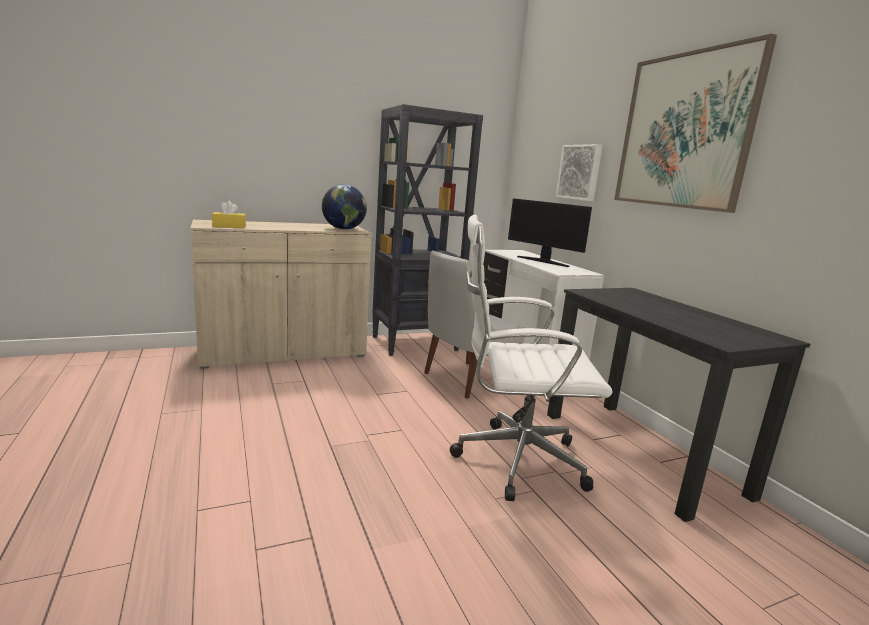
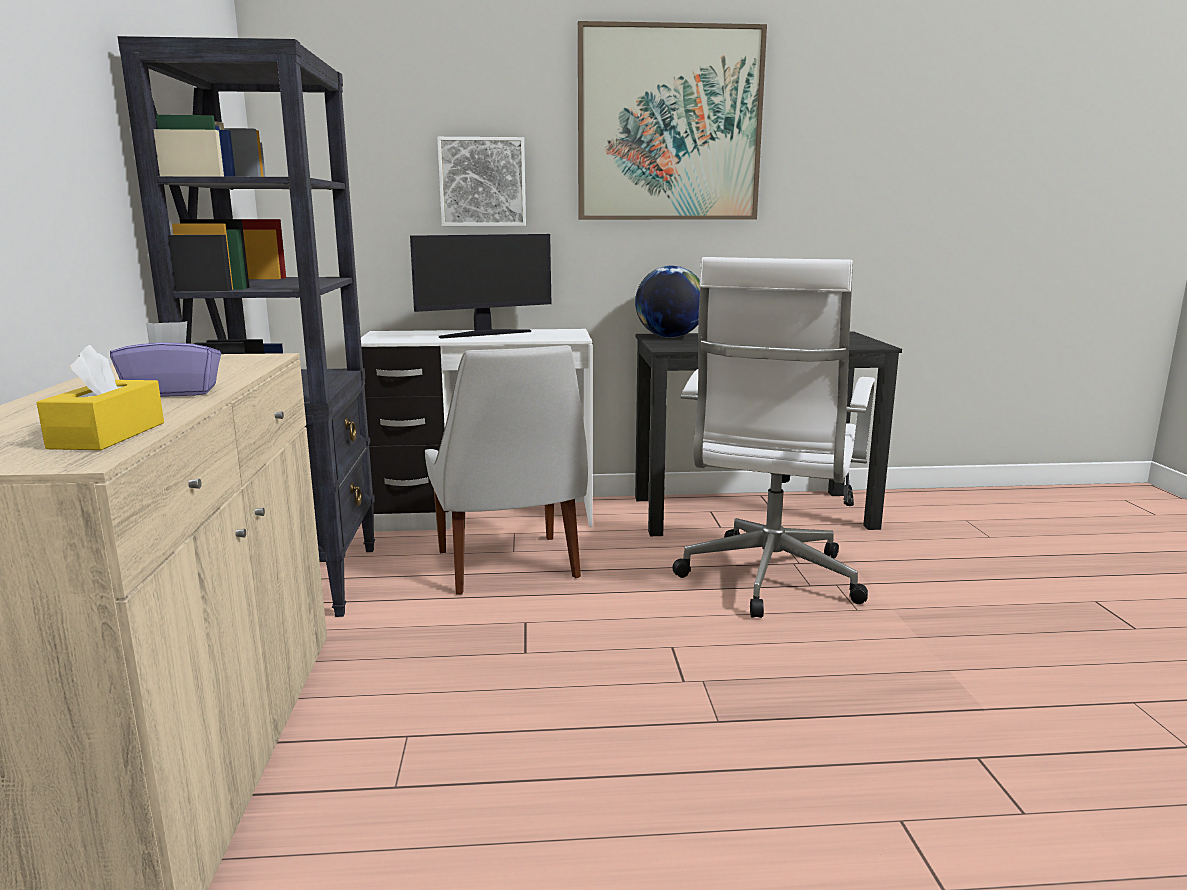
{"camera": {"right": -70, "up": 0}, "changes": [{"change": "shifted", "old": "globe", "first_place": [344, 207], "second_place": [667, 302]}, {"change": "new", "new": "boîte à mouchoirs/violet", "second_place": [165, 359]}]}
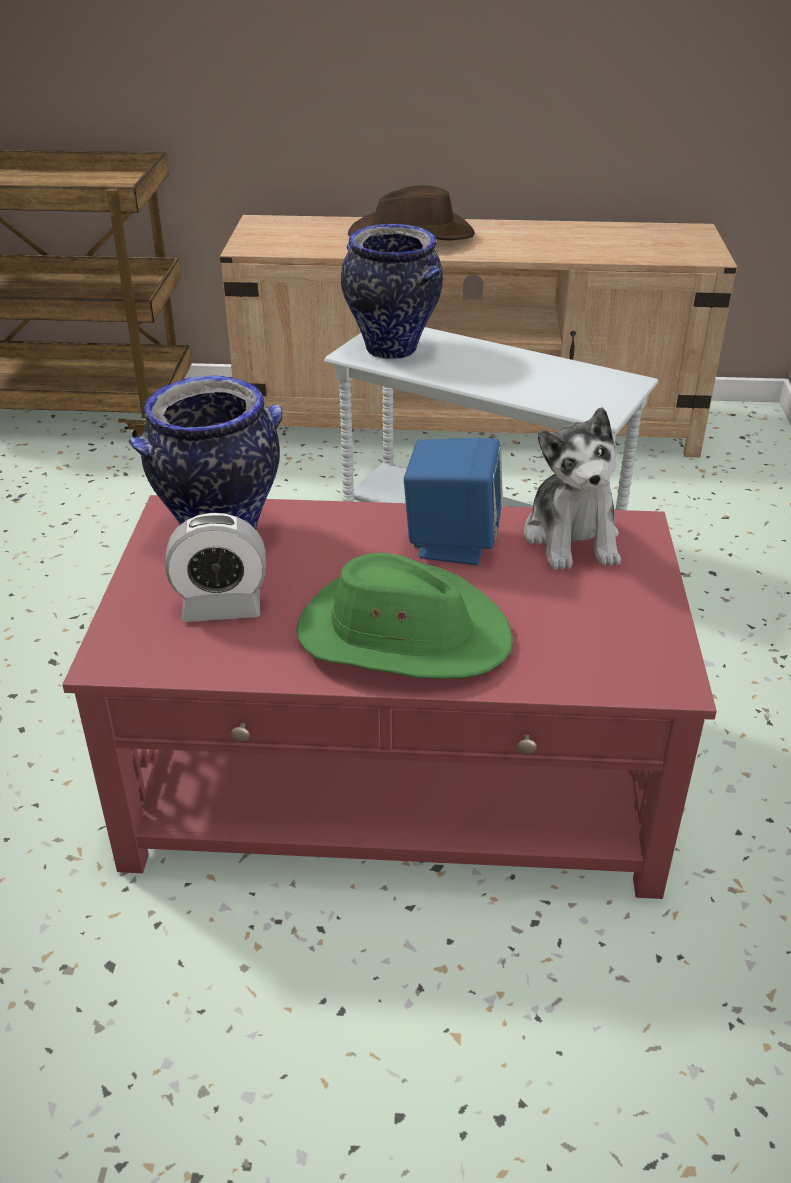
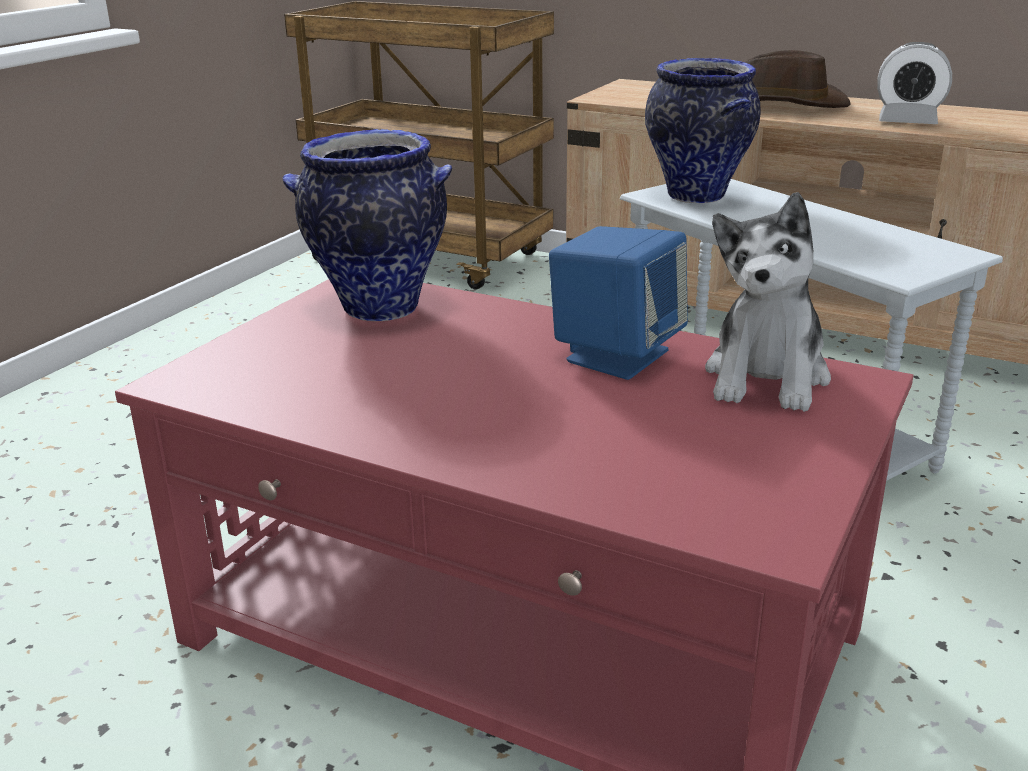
{"camera": {"right": 25, "up": -10}, "changes": [{"change": "shifted", "old": "réveil", "first_place": [215, 567], "second_place": [914, 83]}, {"change": "gone", "old": "chapeau/vert", "first_place": [404, 616]}]}
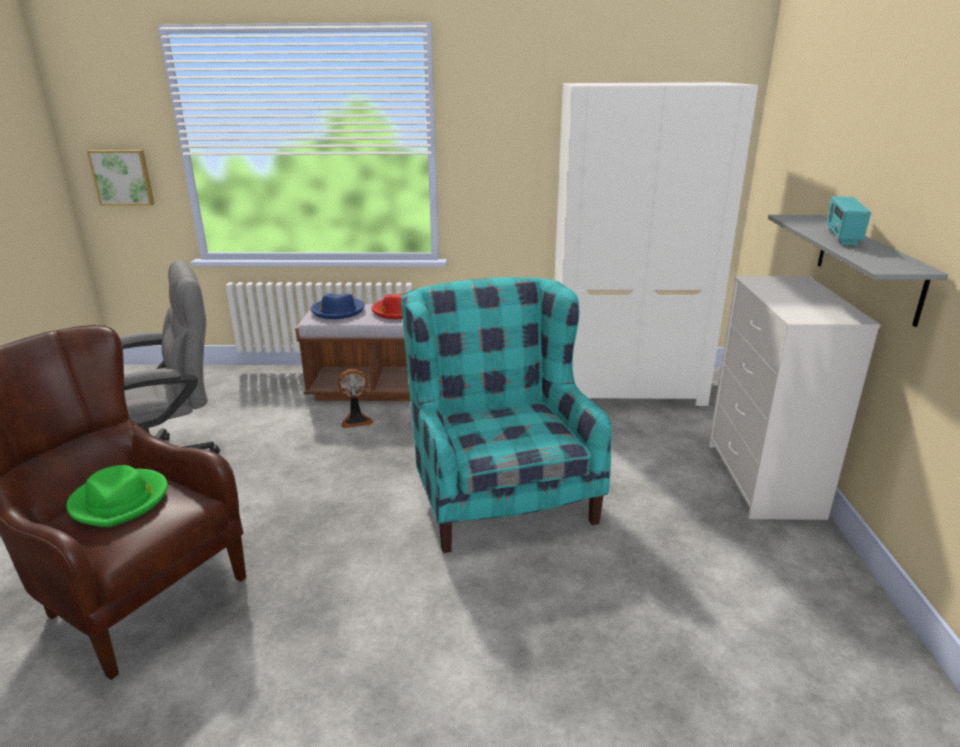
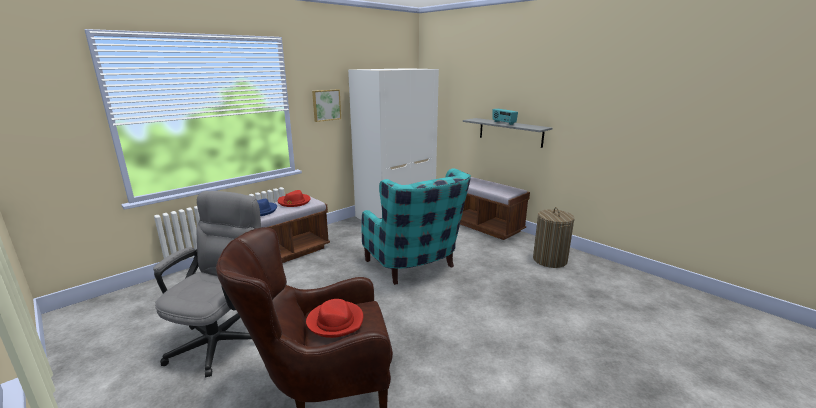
{"camera": {"right": -45, "up": -5}, "changes": [{"change": "shifted", "old": "tableau", "first_place": [121, 178], "second_place": [326, 105]}, {"change": "swapped", "old": "commode/blanc", "new": "banc/marron", "first_place": [794, 398], "second_place": [495, 208]}, {"change": "rotated", "old": "fauteuil/turquoise", "first_place": [506, 415], "second_place": [416, 226], "degrees": -150}, {"change": "gone", "old": "ventilateur", "first_place": [355, 398]}, {"change": "repainted", "old": "chapeau/vert", "new": "chapeau/rouge", "first_place": [117, 496], "second_place": [334, 318]}, {"change": "new", "new": "panier à linge", "second_place": [554, 237]}]}
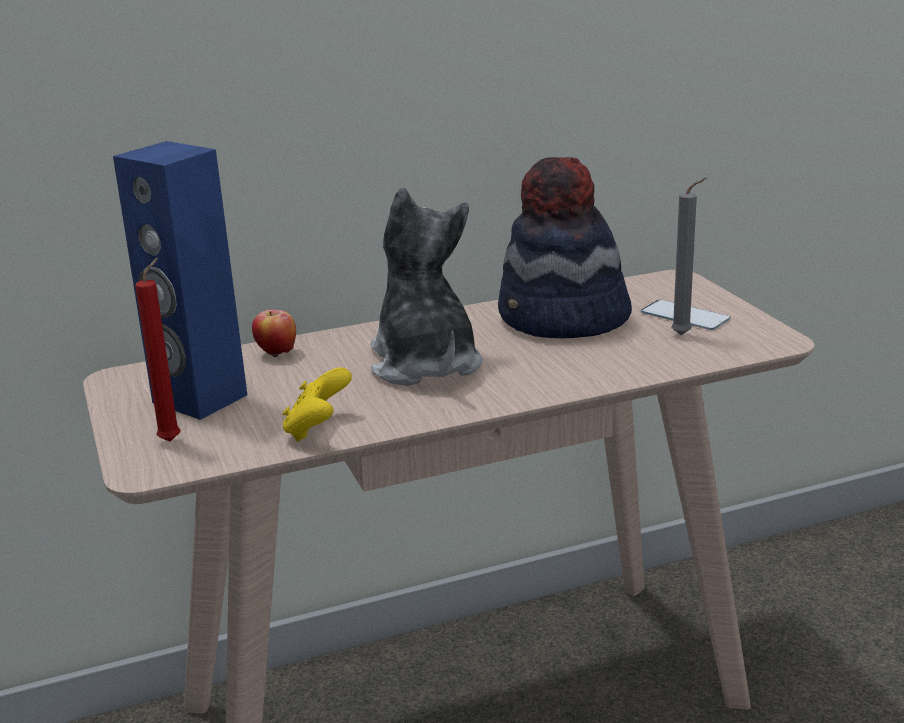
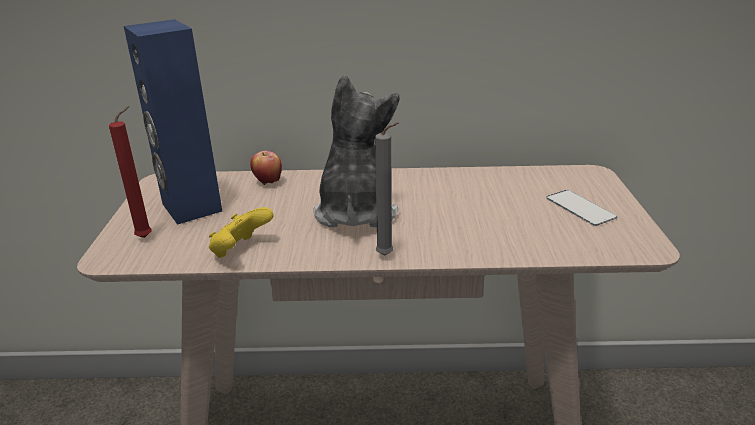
{"camera": {"right": 20, "up": 5}, "changes": [{"change": "gone", "old": "chapeau", "first_place": [565, 247]}, {"change": "shifted", "old": "bougie/gris", "first_place": [689, 256], "second_place": [387, 189]}]}
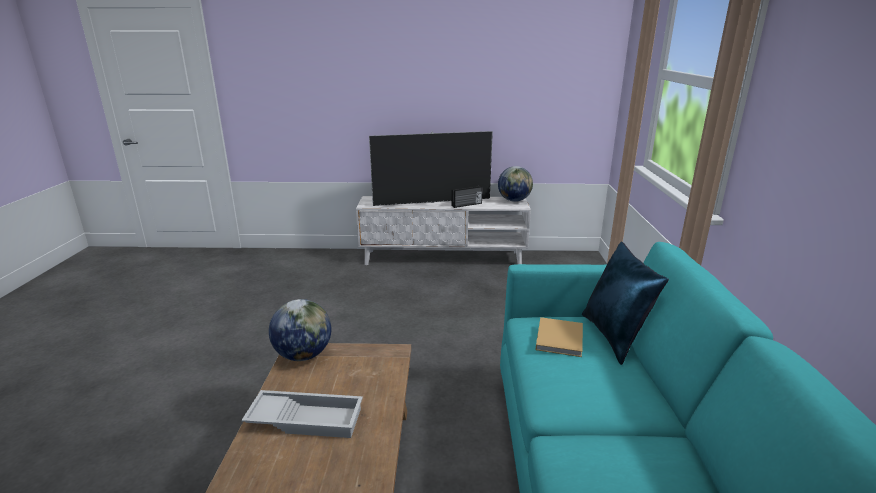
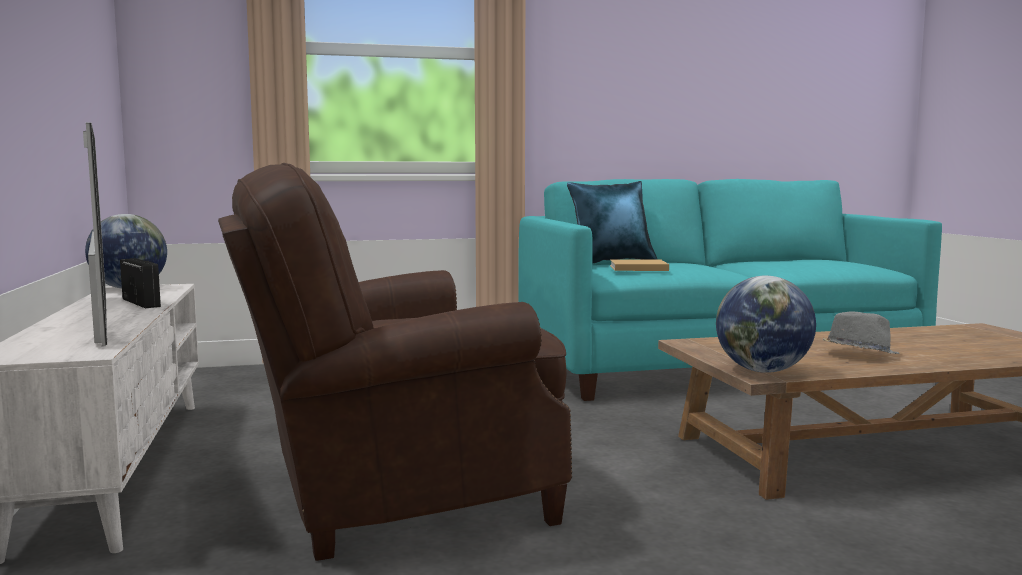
{"camera": {"right": -105, "up": -15}, "changes": [{"change": "swapped", "old": "plateau/blanc", "new": "chapeau/gris", "first_place": [302, 414], "second_place": [861, 332]}, {"change": "new", "new": "fauteuil/marron", "second_place": [395, 362]}]}
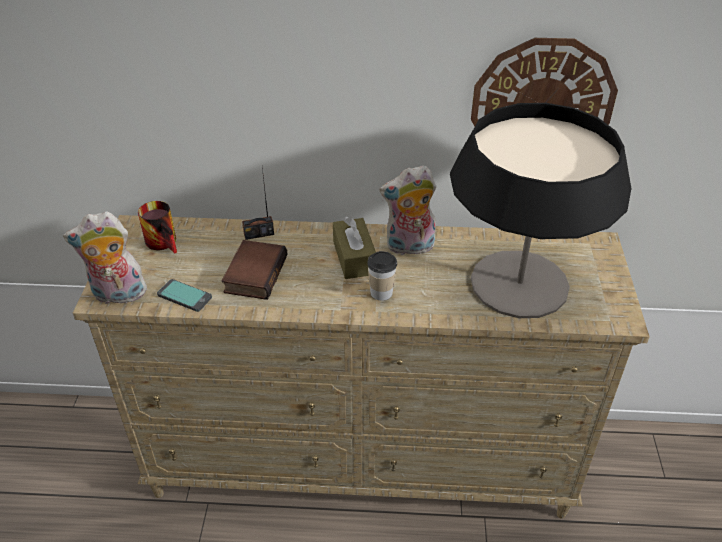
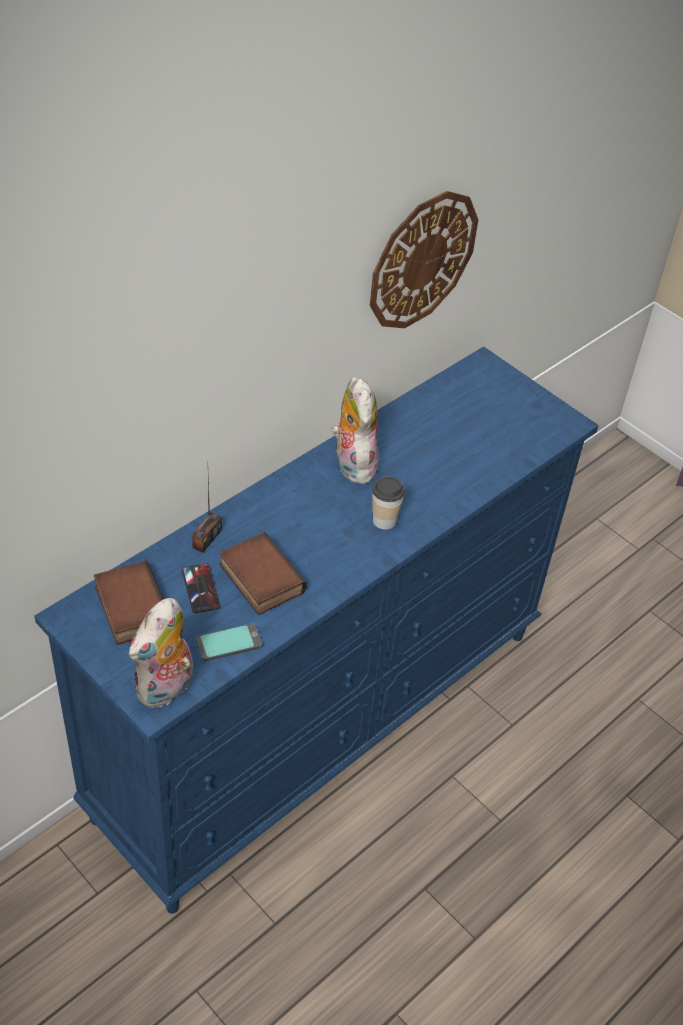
{"camera": {"right": -50, "up": 5}, "changes": [{"change": "gone", "old": "lampe de table", "first_place": [540, 210]}, {"change": "rotated", "old": "peluche", "first_place": [408, 210], "second_place": [355, 430], "degrees": 135}, {"change": "swapped", "old": "mug", "new": "livre", "first_place": [157, 227], "second_place": [129, 603]}, {"change": "repainted", "old": "commode/beige", "new": "commode/bleu", "first_place": [361, 367], "second_place": [316, 630]}, {"change": "gone", "old": "boîte à mouchoirs/marron", "first_place": [354, 247]}, {"change": "new", "new": "téléphone", "second_place": [201, 588]}]}
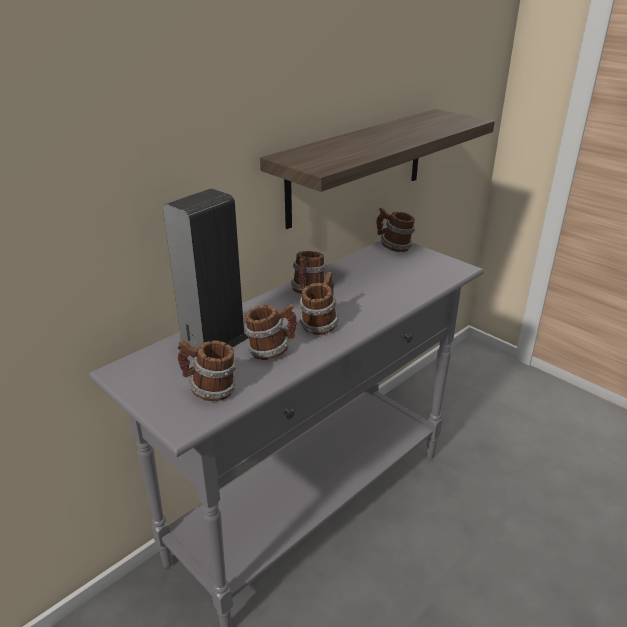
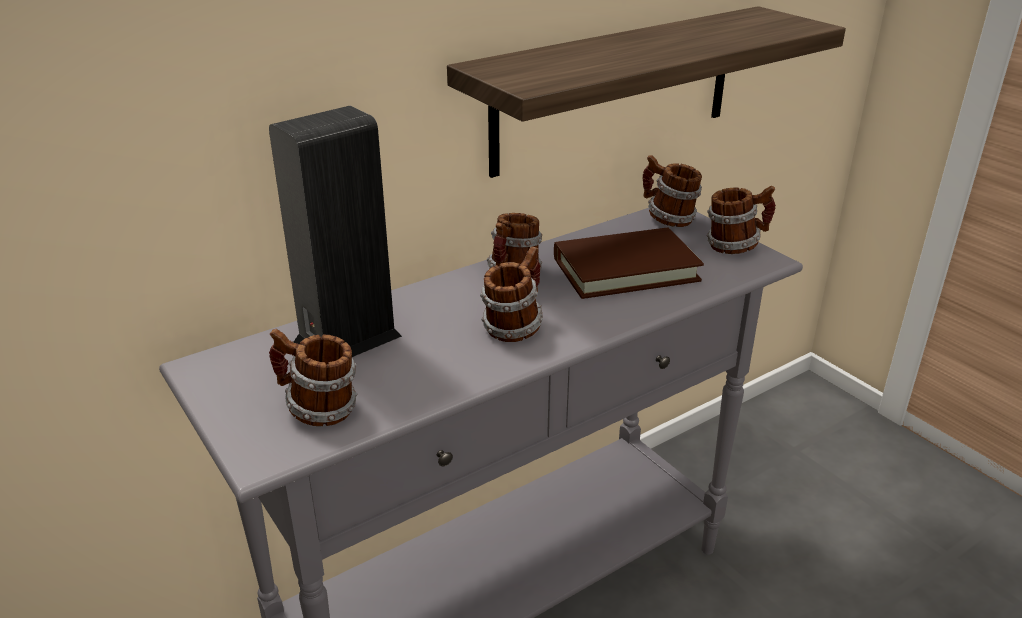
{"camera": {"right": 10, "up": 0}, "changes": [{"change": "shifted", "old": "mug", "first_place": [270, 332], "second_place": [741, 220]}, {"change": "new", "new": "livre/marron", "second_place": [629, 263]}]}
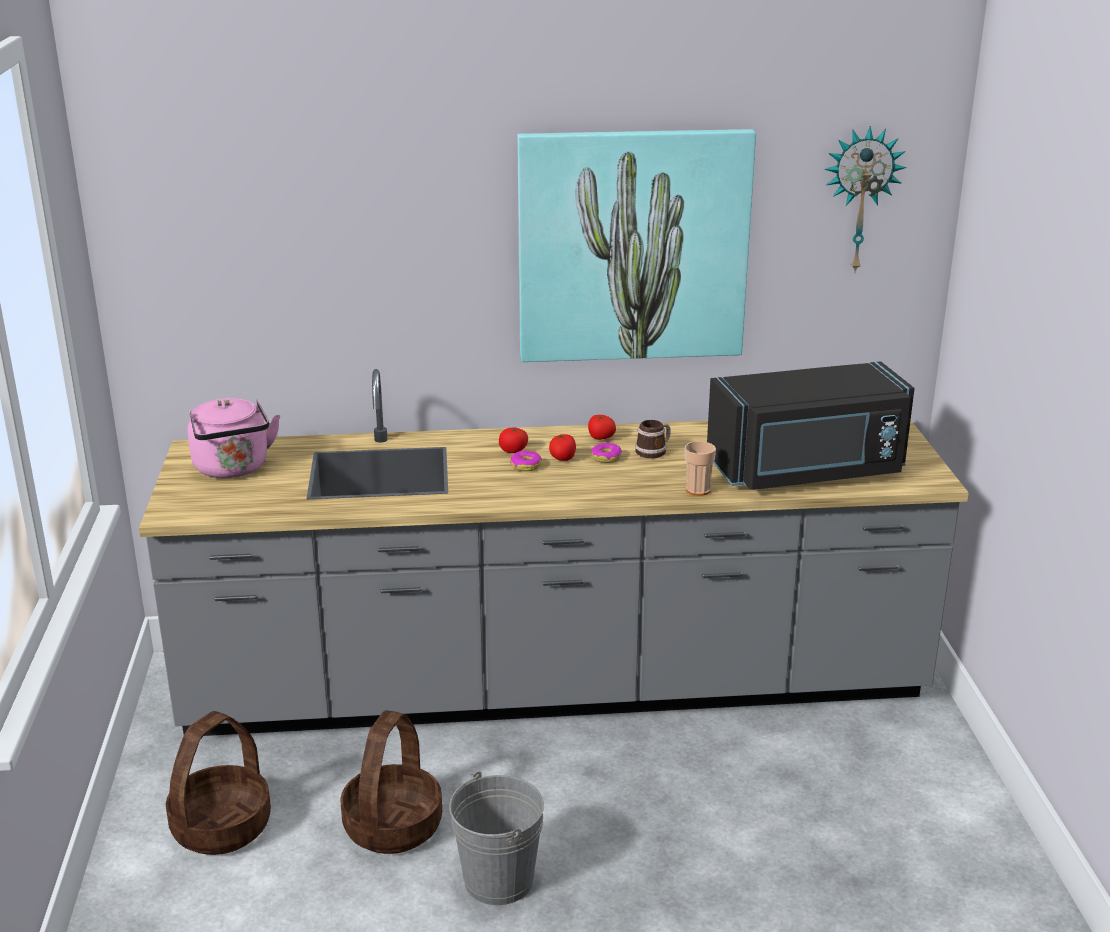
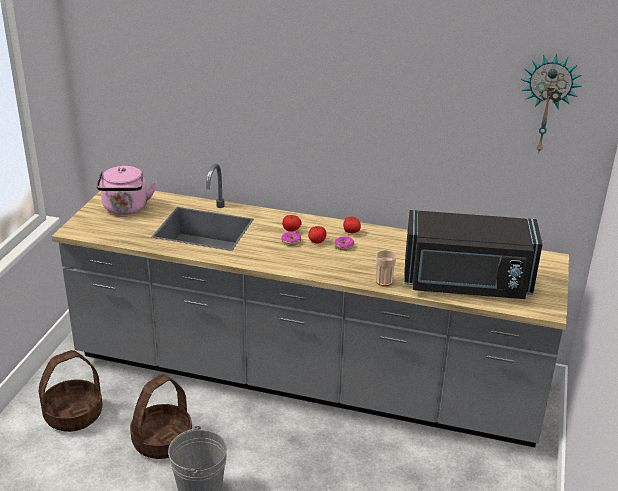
{"camera": {"right": 20, "up": 5}, "changes": [{"change": "gone", "old": "tableau", "first_place": [636, 245]}, {"change": "gone", "old": "mug", "first_place": [652, 439]}]}
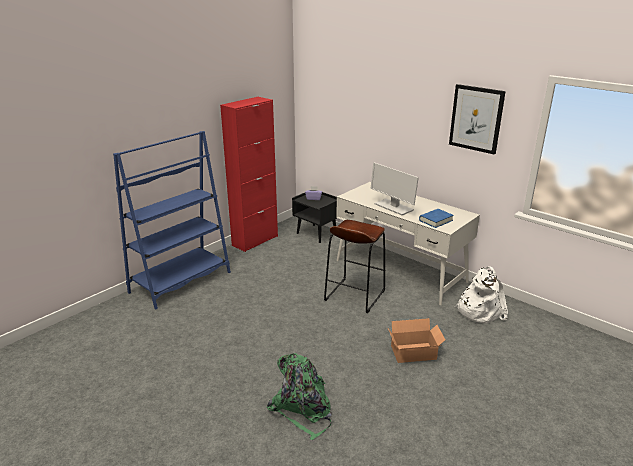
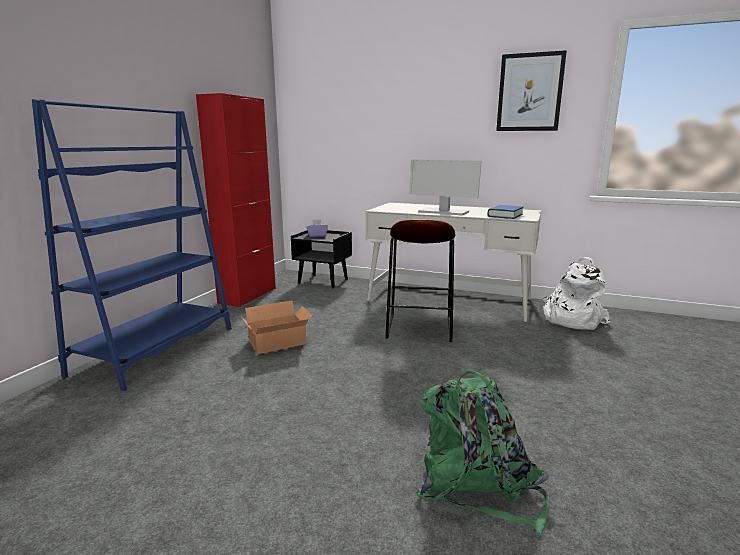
{"camera": {"right": -20, "up": -10}, "changes": [{"change": "shifted", "old": "carton", "first_place": [416, 340], "second_place": [277, 327]}]}
